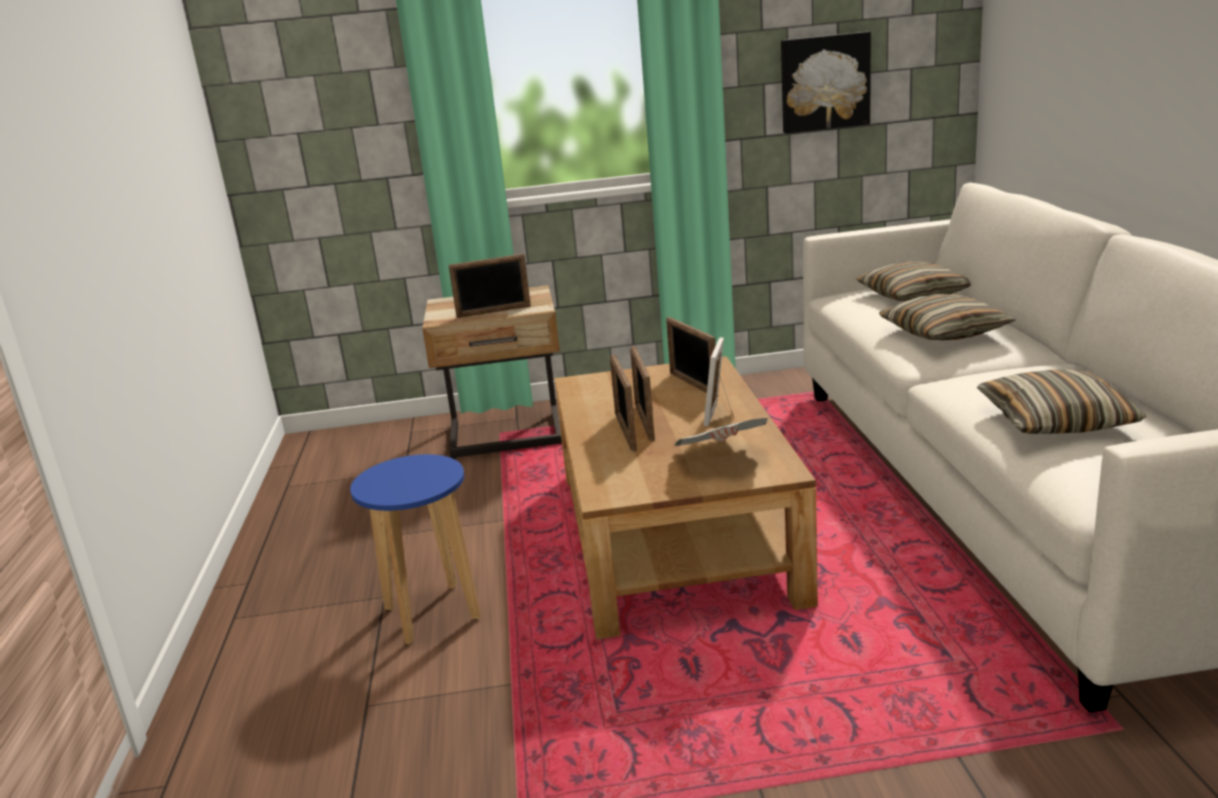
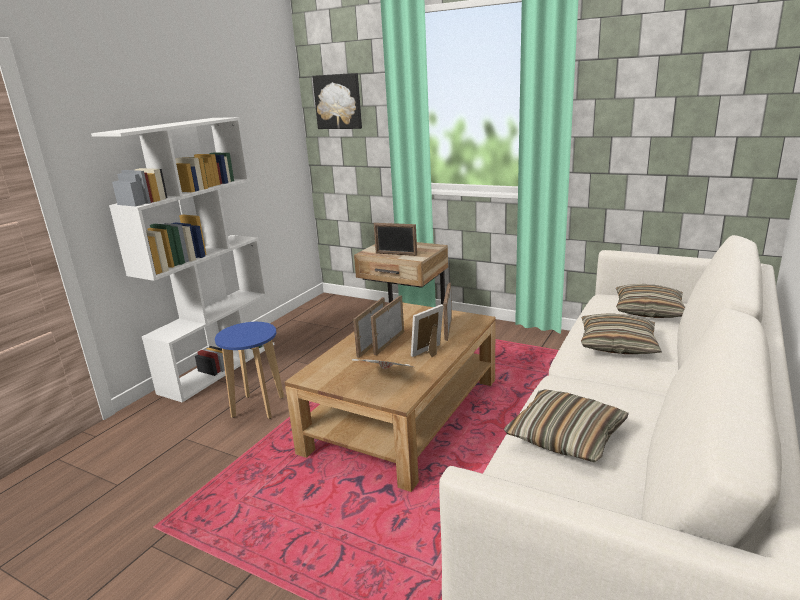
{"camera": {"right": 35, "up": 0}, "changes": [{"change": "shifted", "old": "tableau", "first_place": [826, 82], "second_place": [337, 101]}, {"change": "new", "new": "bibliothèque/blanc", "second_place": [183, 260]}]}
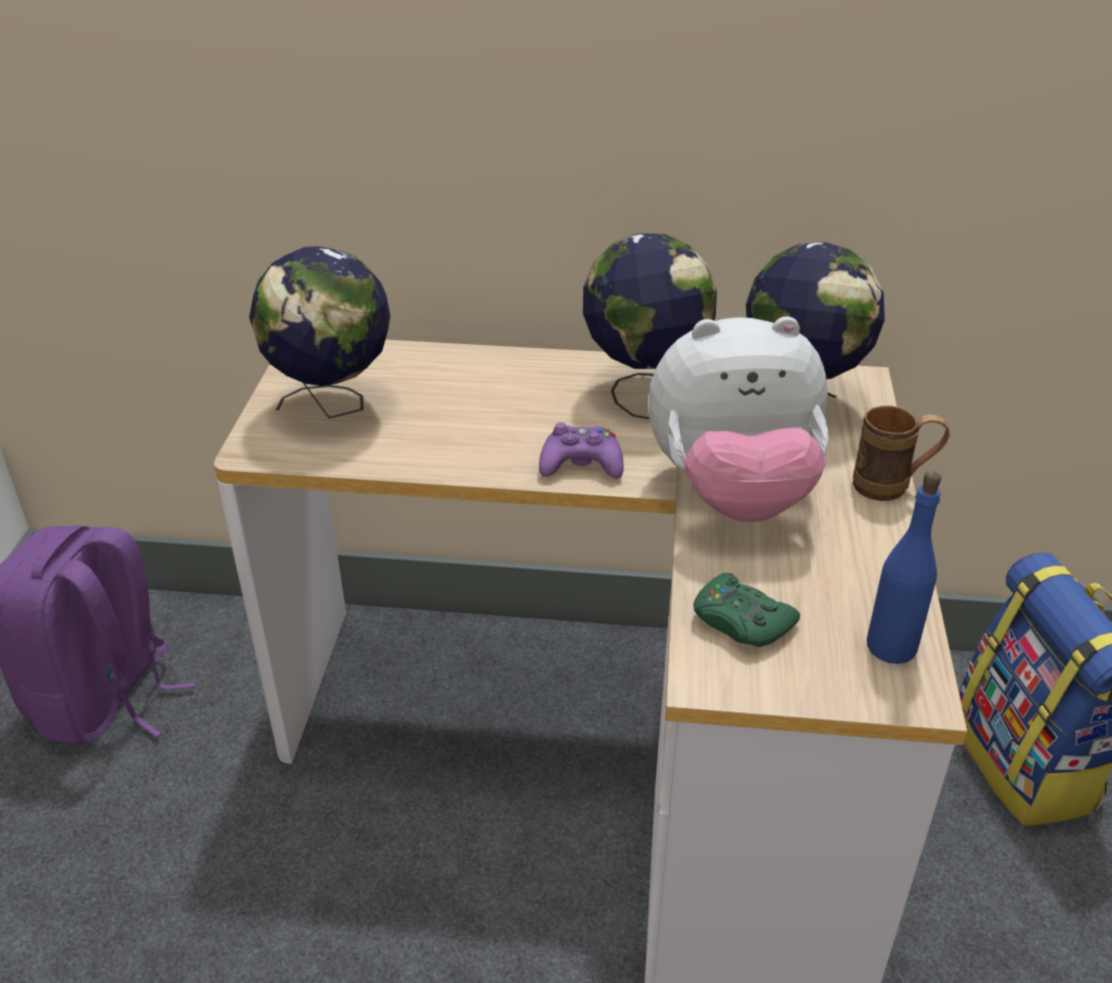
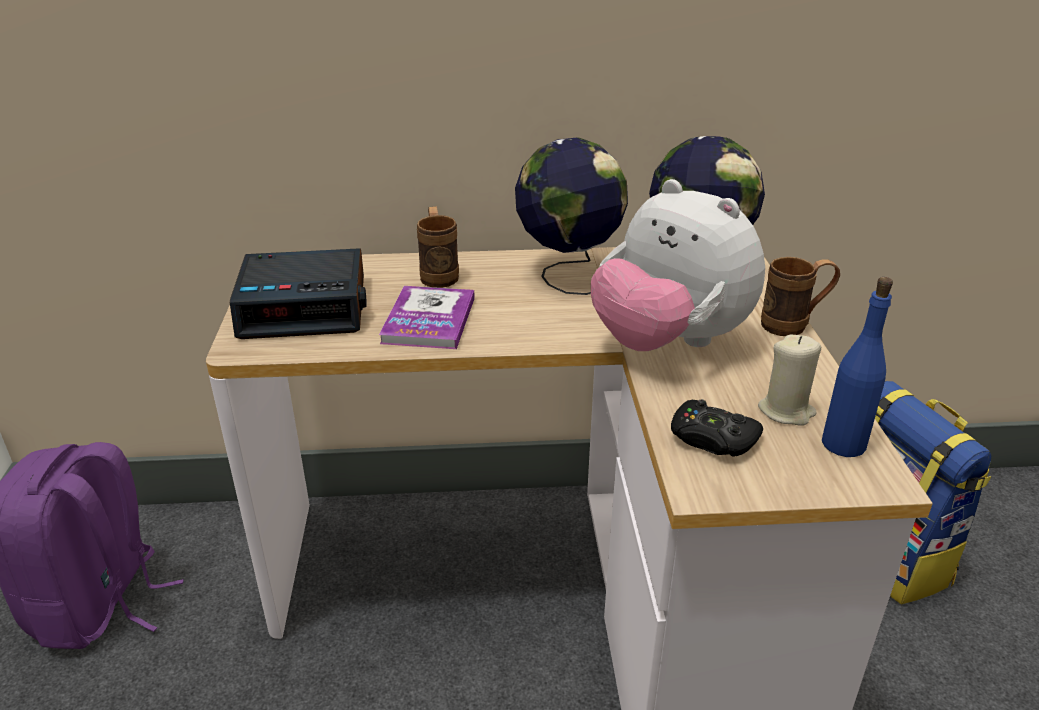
{"camera": {"right": -10, "up": -5}, "changes": [{"change": "swapped", "old": "globe", "new": "réveil", "first_place": [319, 332], "second_place": [298, 293]}, {"change": "rotated", "old": "peluche", "first_place": [738, 419], "second_place": [678, 265], "degrees": 60}, {"change": "gone", "old": "manette/violet", "first_place": [581, 450]}, {"change": "repainted", "old": "manette/vert", "new": "manette/noir", "first_place": [746, 610], "second_place": [717, 428]}, {"change": "new", "new": "mug/marron", "second_place": [438, 247]}, {"change": "new", "new": "livre", "second_place": [427, 317]}, {"change": "new", "new": "bougie/beige", "second_place": [789, 380]}]}
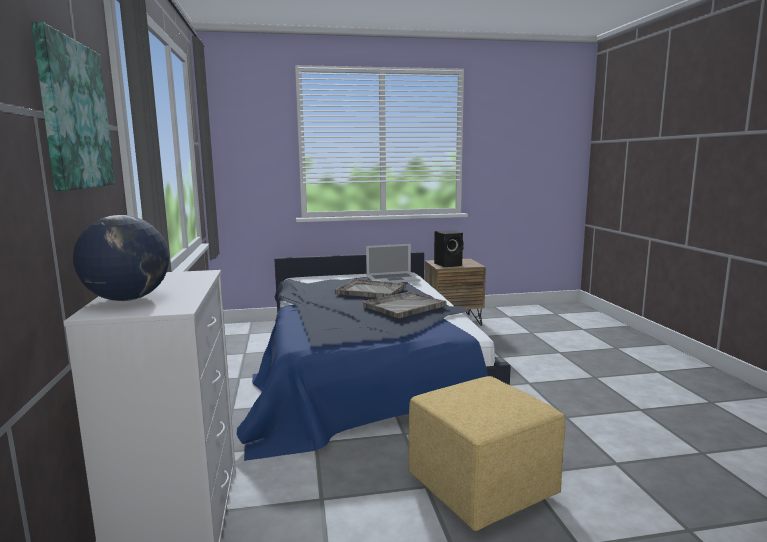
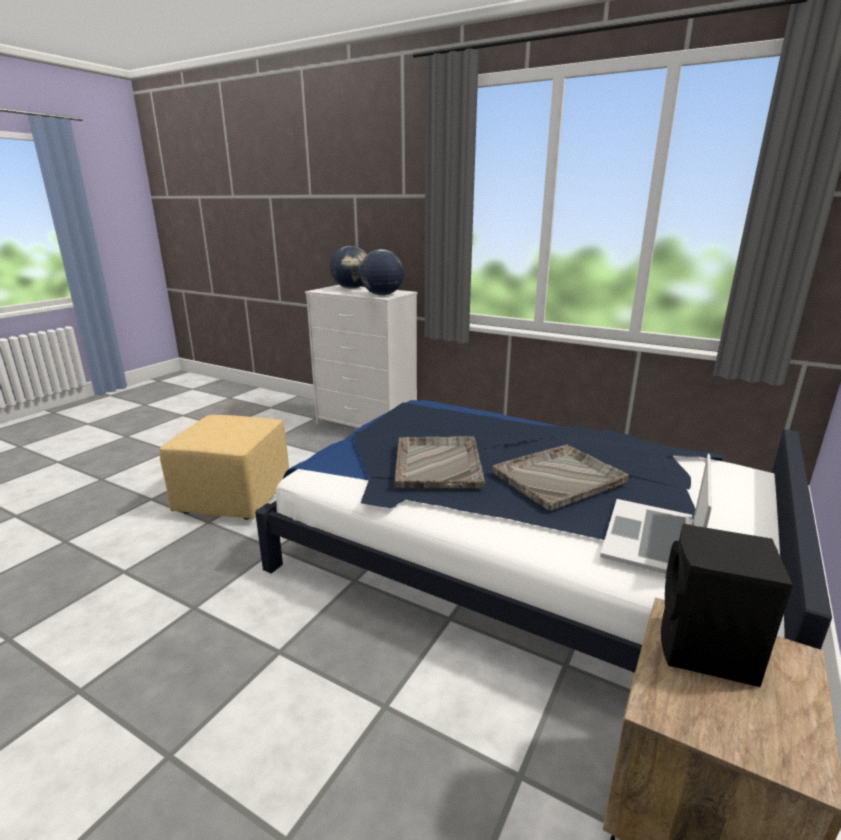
{"camera": {"right": 130, "up": 10}, "changes": [{"change": "gone", "old": "tableau", "first_place": [73, 106]}, {"change": "new", "new": "globe", "second_place": [382, 272]}]}
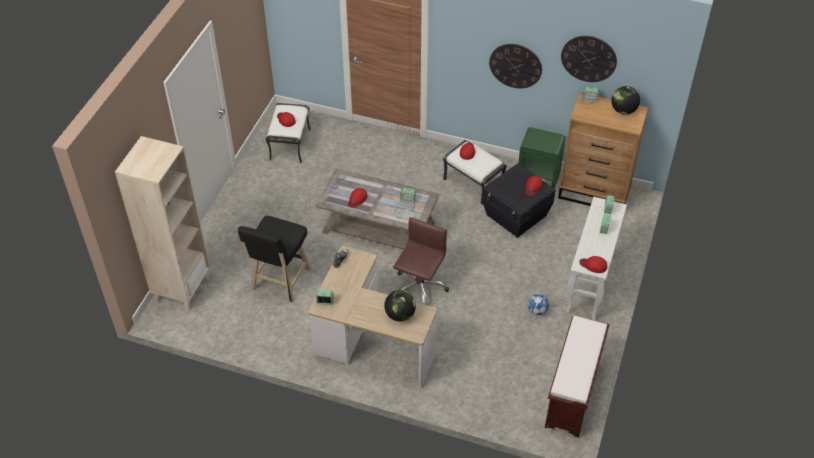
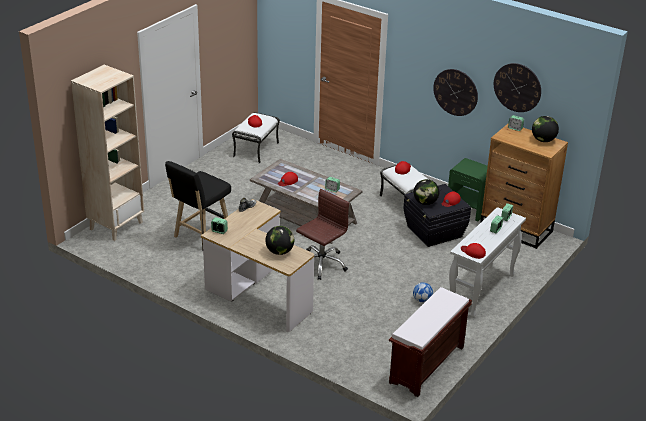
{"camera": {"right": 15, "up": -15}, "changes": [{"change": "new", "new": "globe", "second_place": [426, 192]}]}
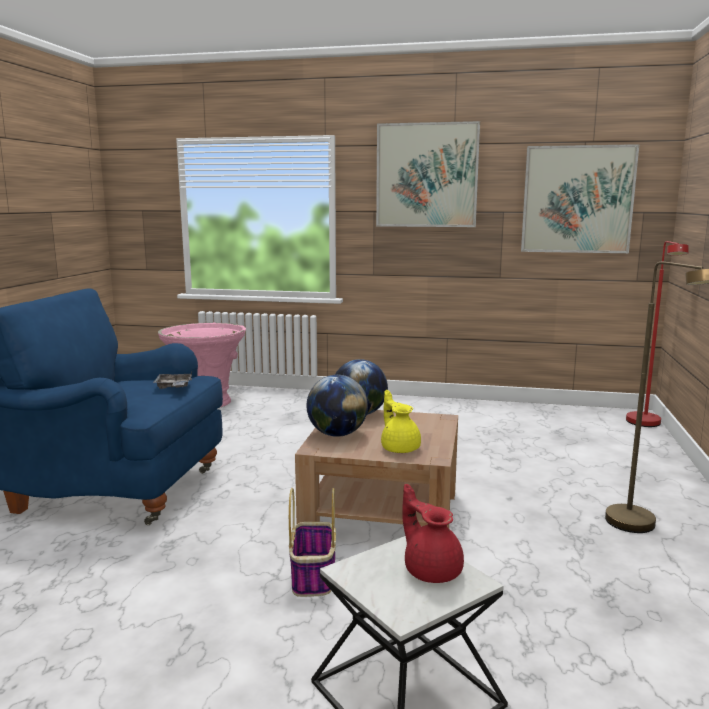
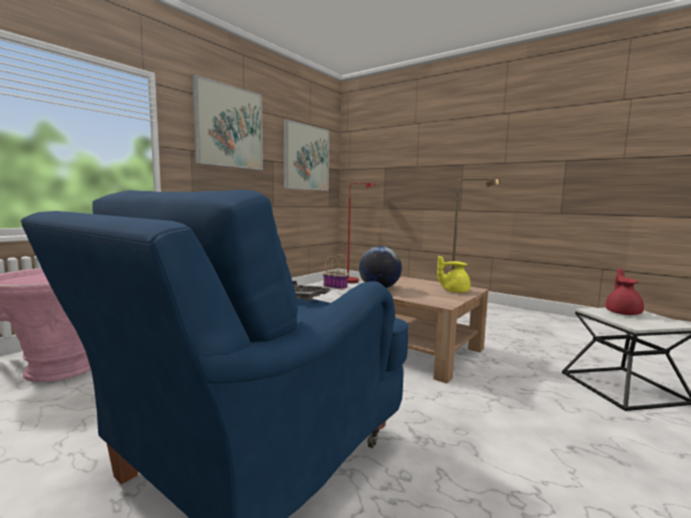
{"camera": {"right": -65, "up": -5}, "changes": [{"change": "gone", "old": "globe", "first_place": [337, 406]}, {"change": "rotated", "old": "théière/rouge", "first_place": [433, 533], "second_place": [625, 291], "degrees": 120}, {"change": "shifted", "old": "panier", "first_place": [312, 542], "second_place": [336, 272]}]}
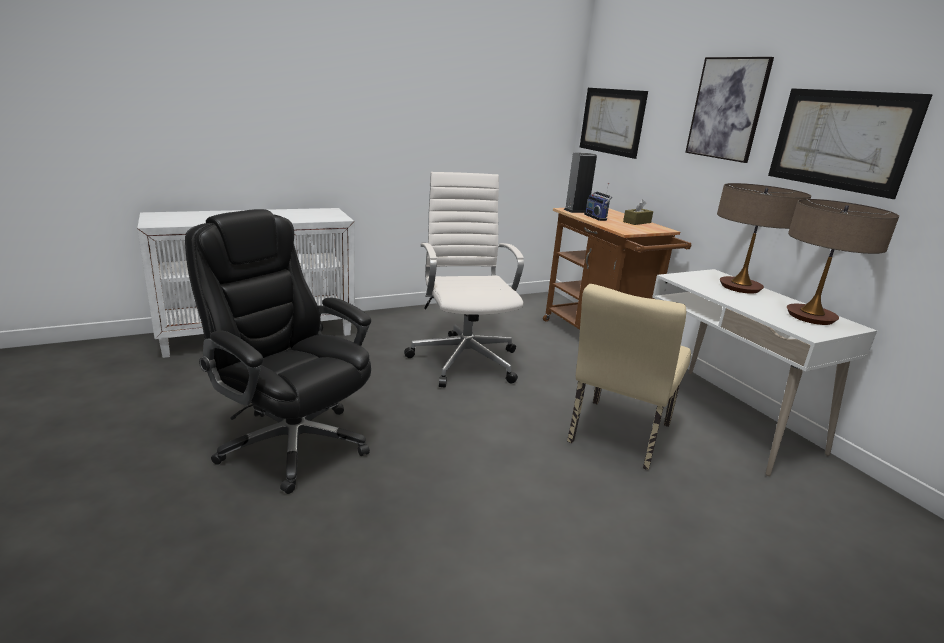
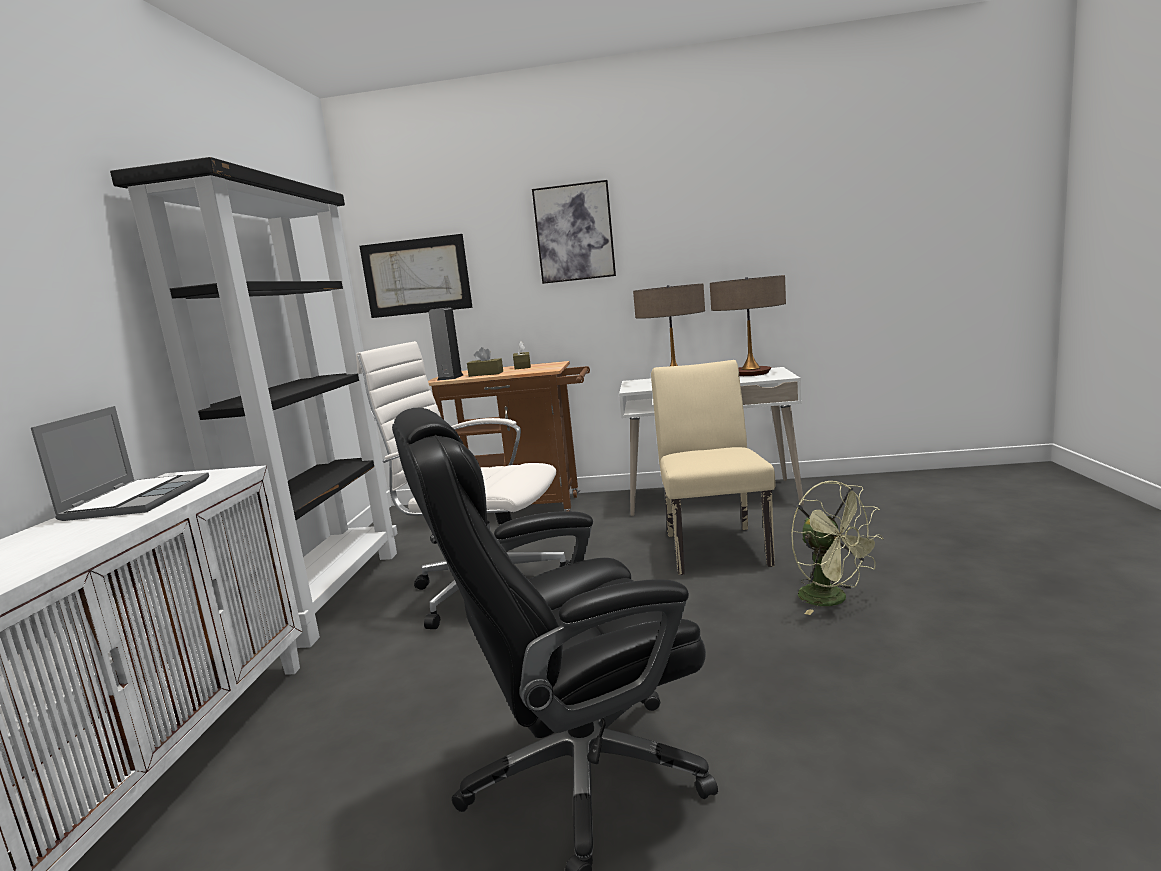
{"camera": {"right": -55, "up": -10}, "changes": [{"change": "gone", "old": "tableau", "first_place": [850, 143]}, {"change": "swapped", "old": "radio", "new": "boîte à mouchoirs/marron", "first_place": [598, 202], "second_place": [485, 362]}, {"change": "rotated", "old": "chaise/beige", "first_place": [629, 377], "second_place": [713, 467], "degrees": -150}, {"change": "new", "new": "bibliothèque/noir", "second_place": [254, 402]}, {"change": "new", "new": "ordinateur portable", "second_place": [120, 463]}, {"change": "new", "new": "ventilateur/vert", "second_place": [837, 548]}]}
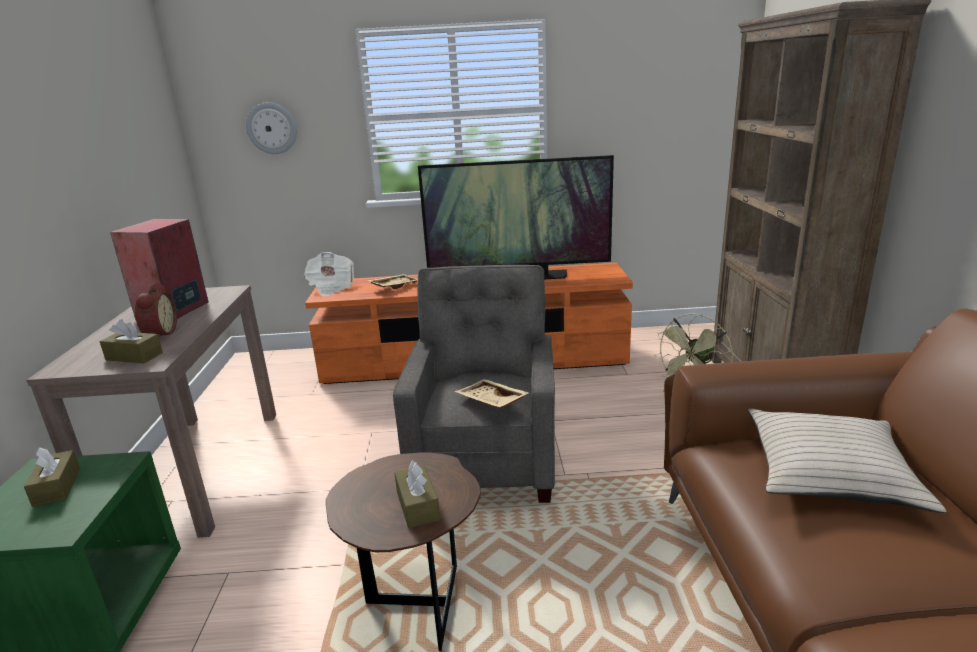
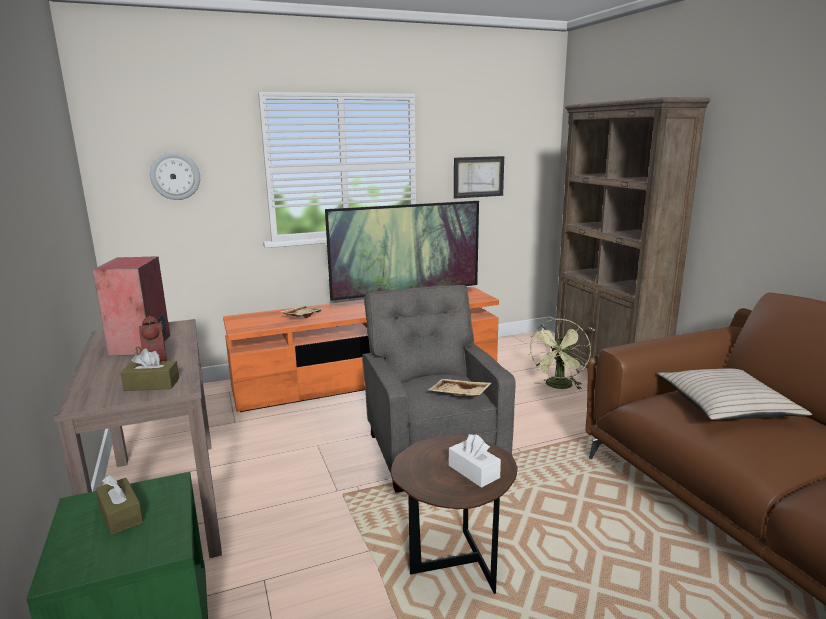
{"camera": {"right": -20, "up": -5}, "changes": [{"change": "gone", "old": "journal", "first_place": [329, 274]}, {"change": "repainted", "old": "boîte à mouchoirs/marron", "new": "boîte à mouchoirs/blanc", "first_place": [417, 494], "second_place": [475, 461]}, {"change": "new", "new": "tableau", "second_place": [479, 177]}]}
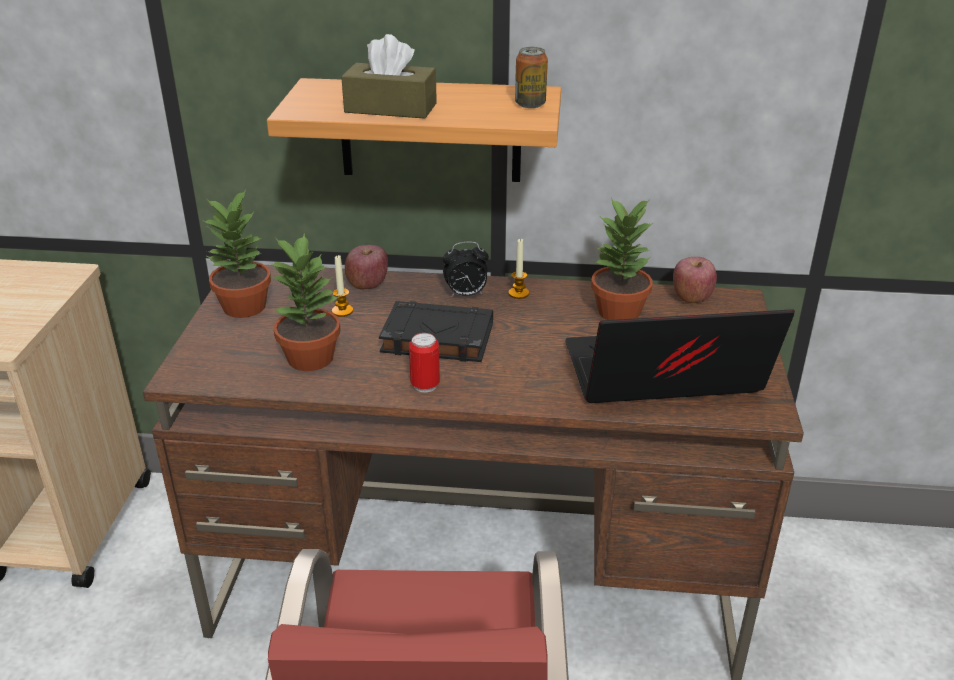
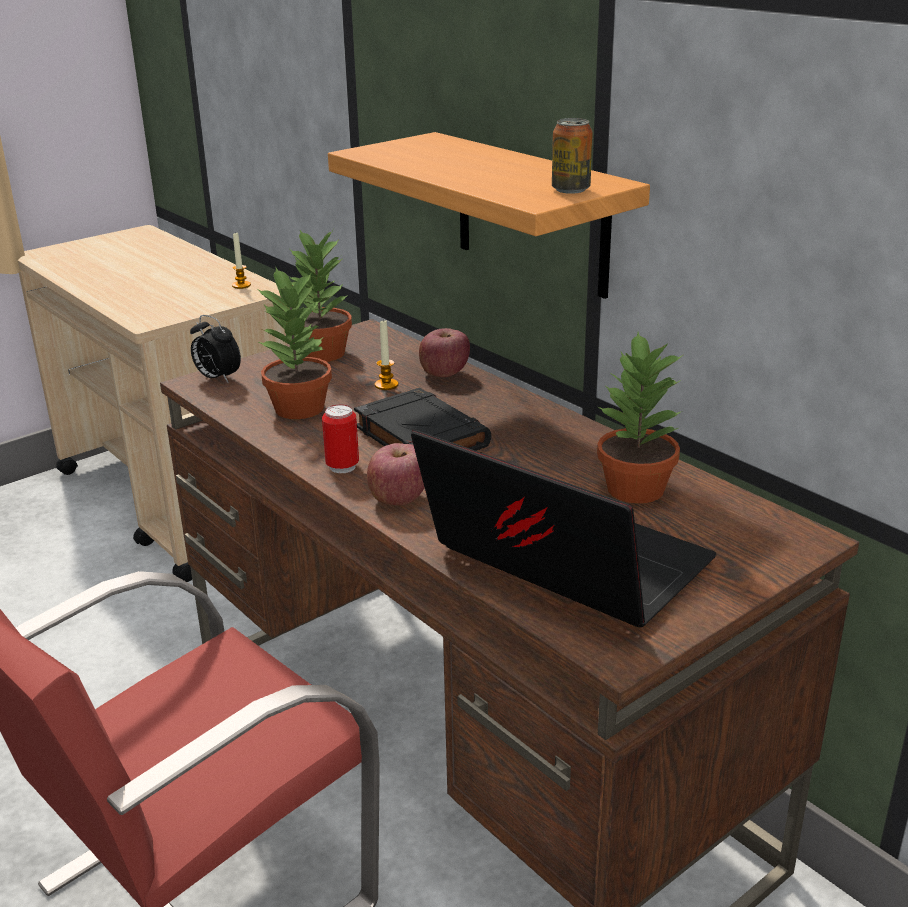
{"camera": {"right": 45, "up": -5}, "changes": [{"change": "gone", "old": "boîte à mouchoirs/marron", "first_place": [389, 76]}, {"change": "shifted", "old": "bougie", "first_place": [519, 268], "second_place": [241, 260]}, {"change": "shifted", "old": "réveil", "first_place": [466, 269], "second_place": [215, 348]}, {"change": "shifted", "old": "pomme", "first_place": [695, 280], "second_place": [396, 474]}]}
